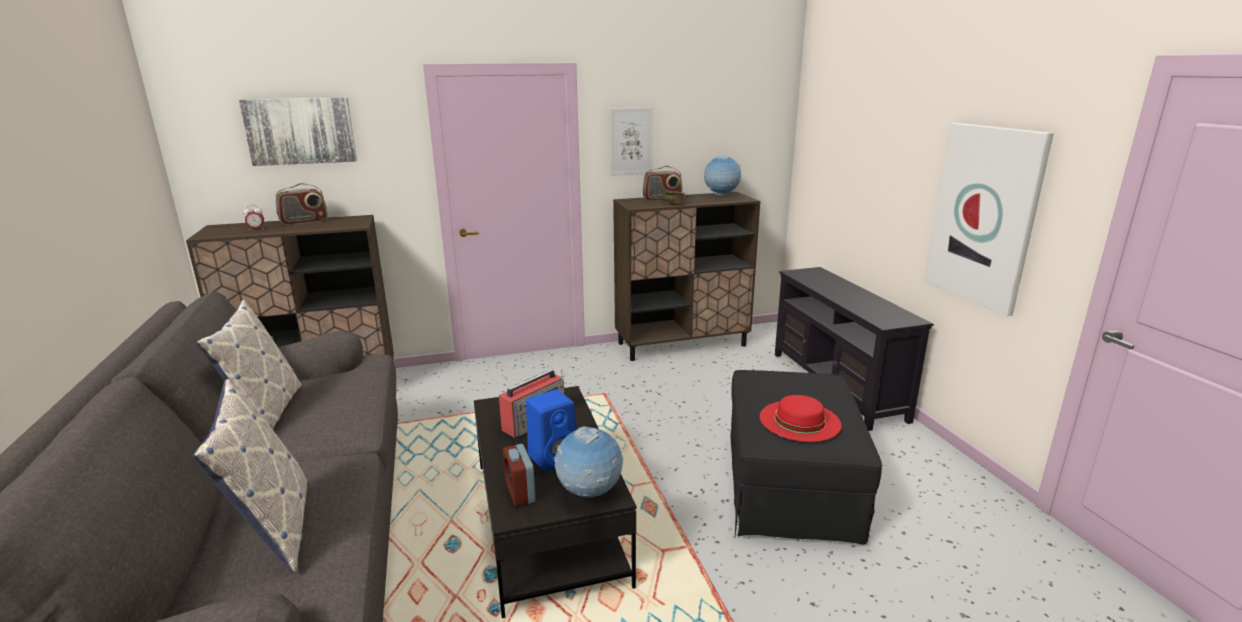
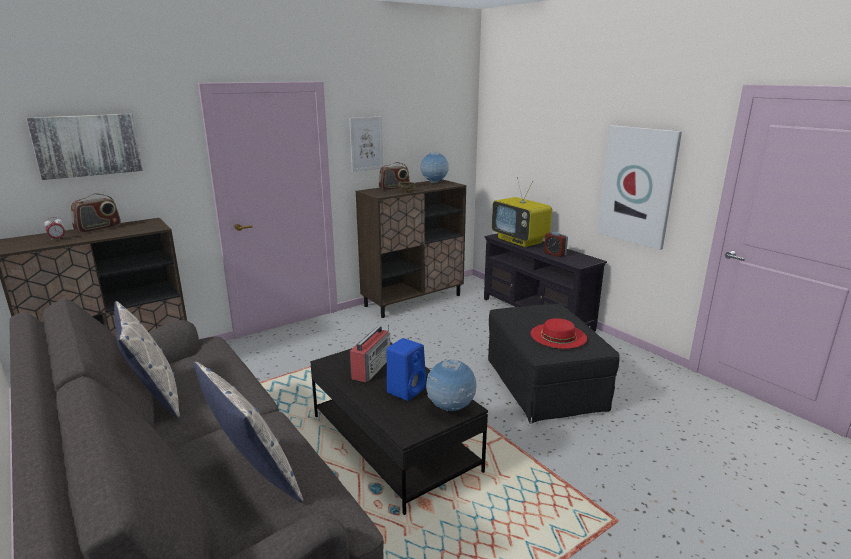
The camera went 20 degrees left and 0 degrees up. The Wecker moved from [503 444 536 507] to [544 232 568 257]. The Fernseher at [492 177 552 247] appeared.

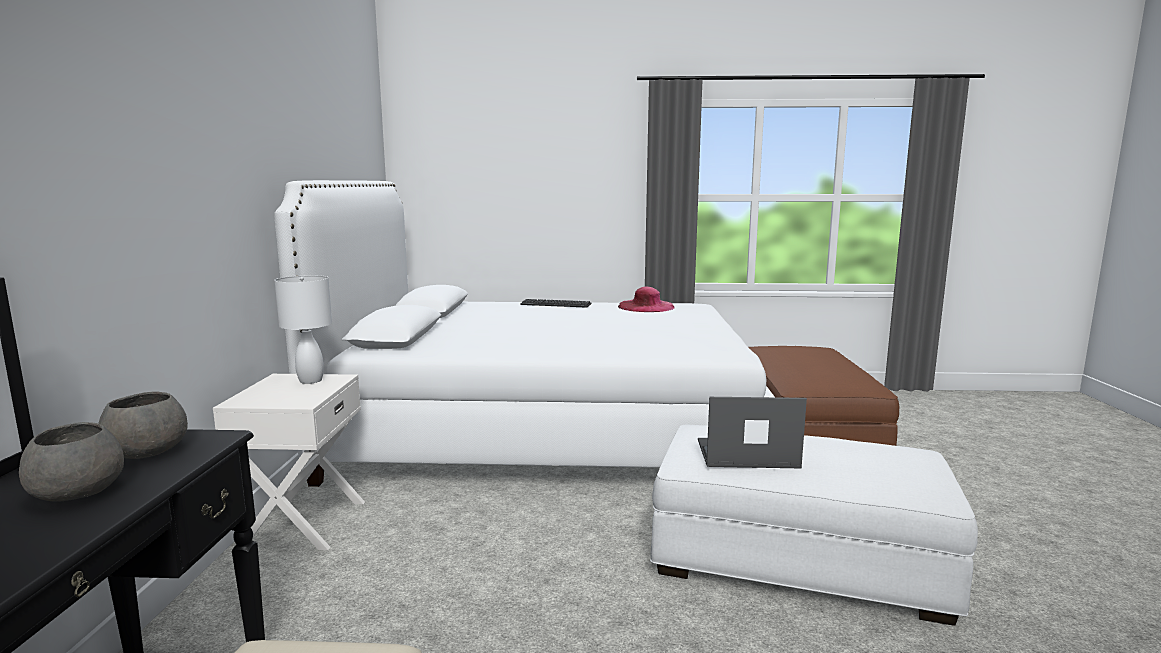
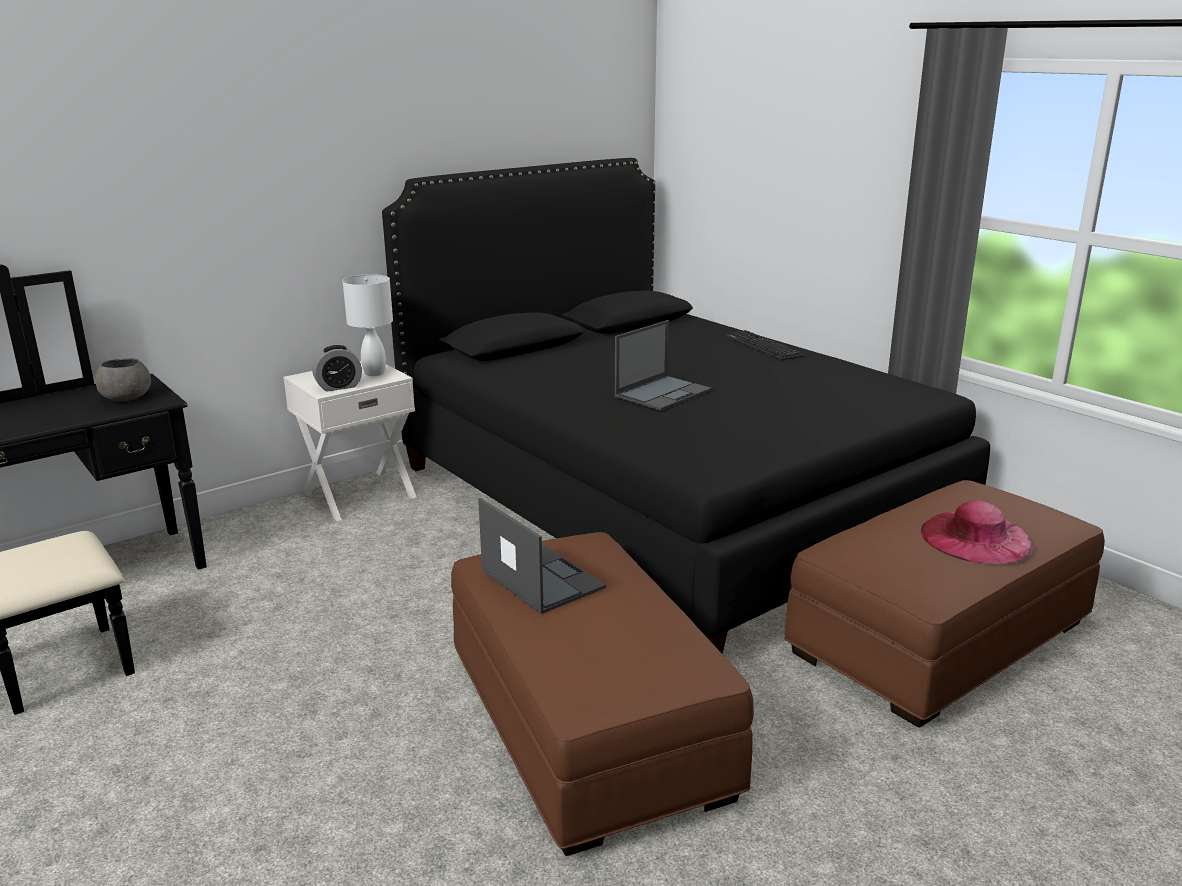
The camera went 50 degrees right and 10 degrees up. The Bett (weiß) at [274 180 775 487] became the Bett (schwarz) at [382 158 990 654]. The Hut (rosa) moved from [618 287 675 312] to [921 501 1033 564]. The Schüssel (grau) at [19 422 124 502] disappeared. The Polsterhocker (weiß) at [650 425 978 626] became the Polsterhocker (braun) at [451 532 754 856]. The Laptop at [615 320 712 411] appeared. The Wecker at [312 345 362 392] appeared.

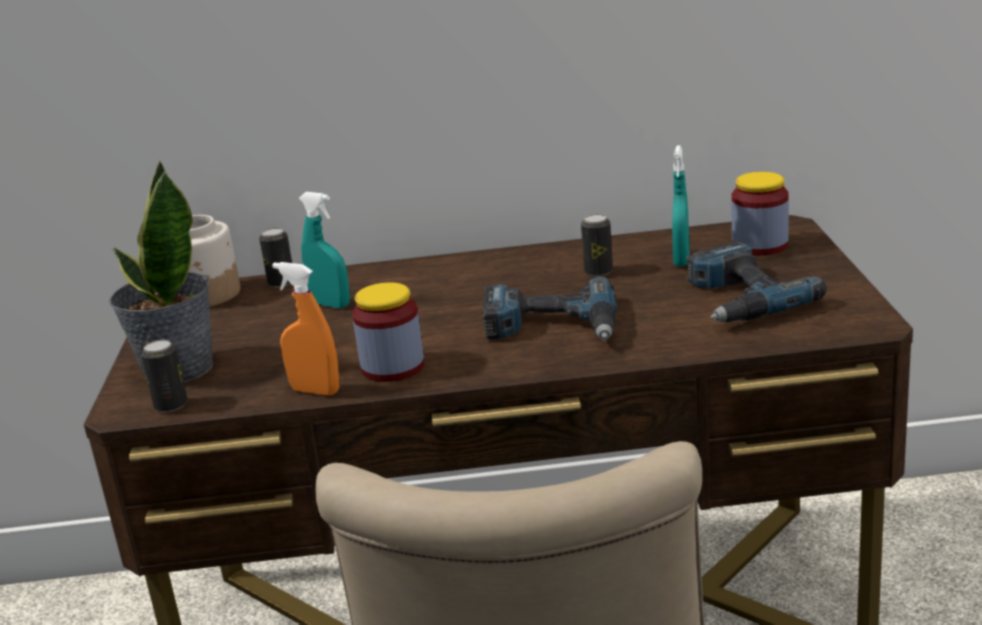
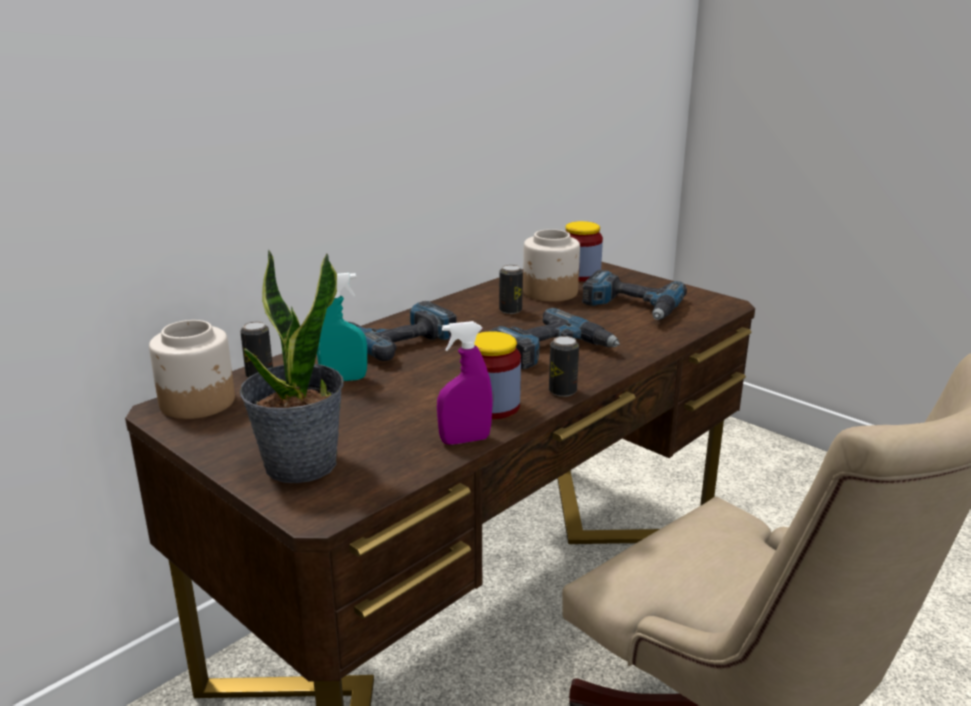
The camera went 45 degrees left and 0 degrees up. The Sprühflasche (türkis) at [672 145 690 266] was replaced by the Vorratsglas at [523 229 580 302]. The Sprühflasche (orange) at [272 262 340 395] became the Sprühflasche (lila) at [437 321 493 445]. The Dose moved from [141 340 188 412] to [549 336 579 397]. The Bohrmaschine at [346 301 456 361] appeared.

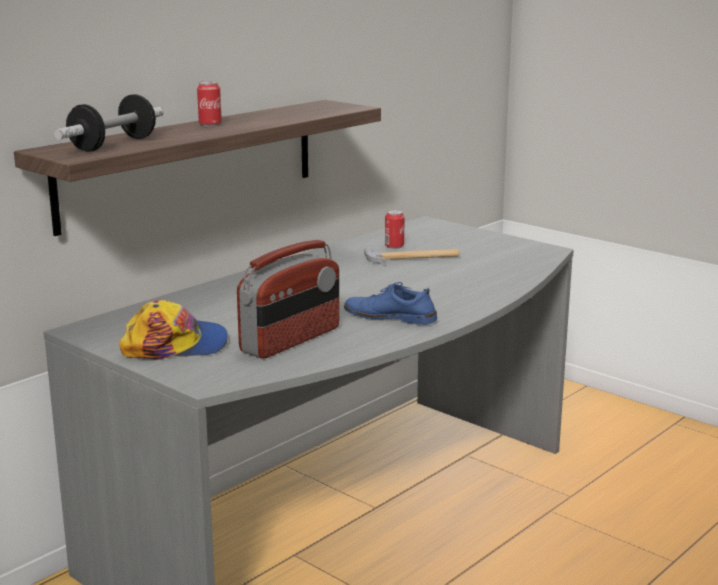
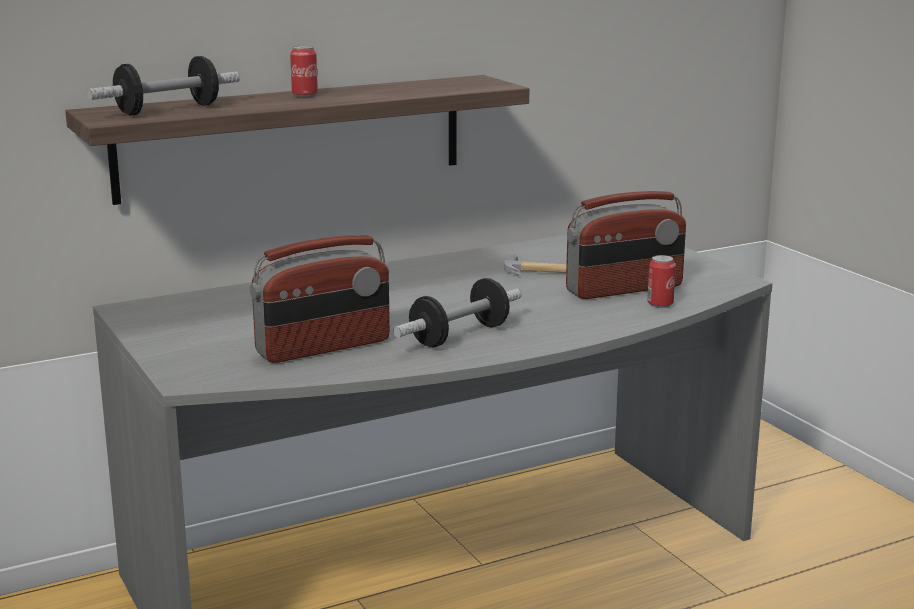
The camera went 20 degrees right and 0 degrees up. The Dose moved from [385 210 405 249] to [647 255 676 308]. The Schuh (blau) at [344 282 437 325] was replaced by the Hantel at [393 278 521 348]. The Kappe at [119 299 228 360] disappeared. The Radio at [566 191 686 299] appeared.

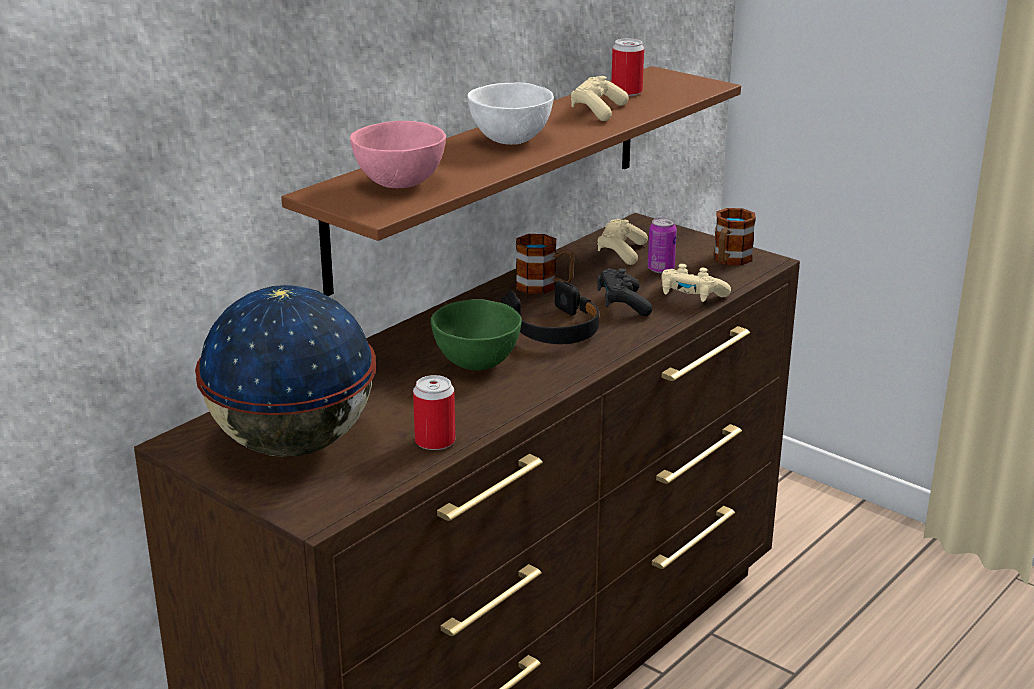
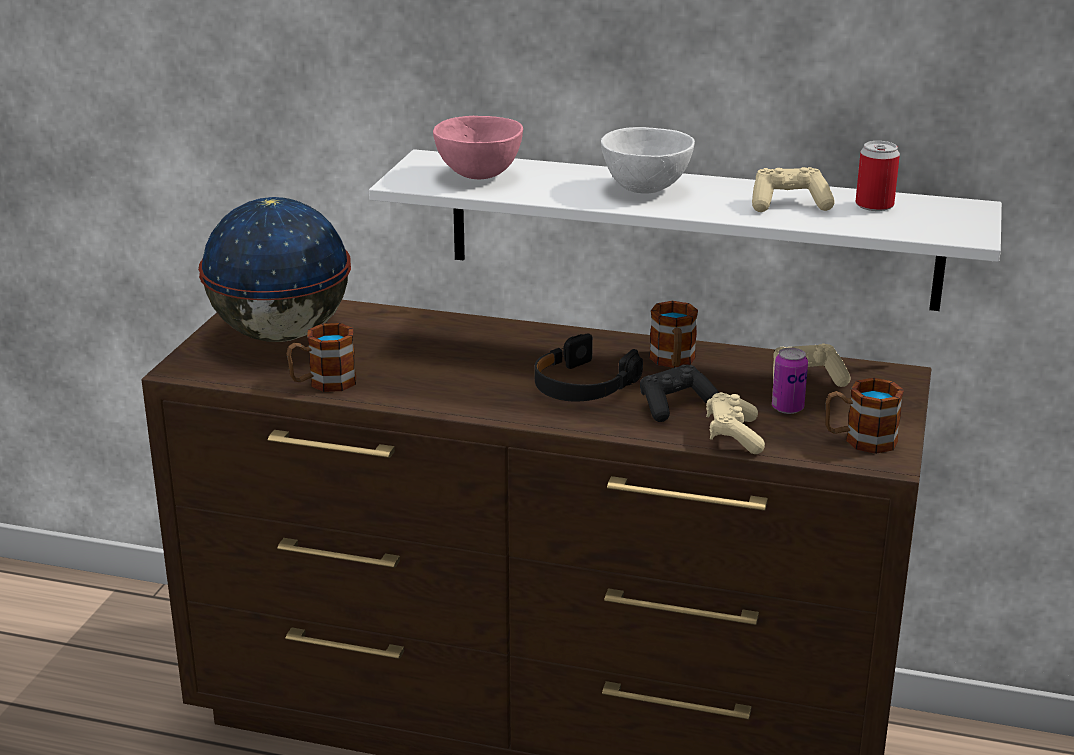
The camera went 65 degrees right and 0 degrees up. The Wandregal (braun) at [281 66 741 296] became the Wandregal (weiß) at [369 149 1002 311]. The Schüssel (grün) at [431 299 522 370] disappeared. The Dose at [413 375 455 450] was replaced by the Henkelbecher at [286 323 356 392].

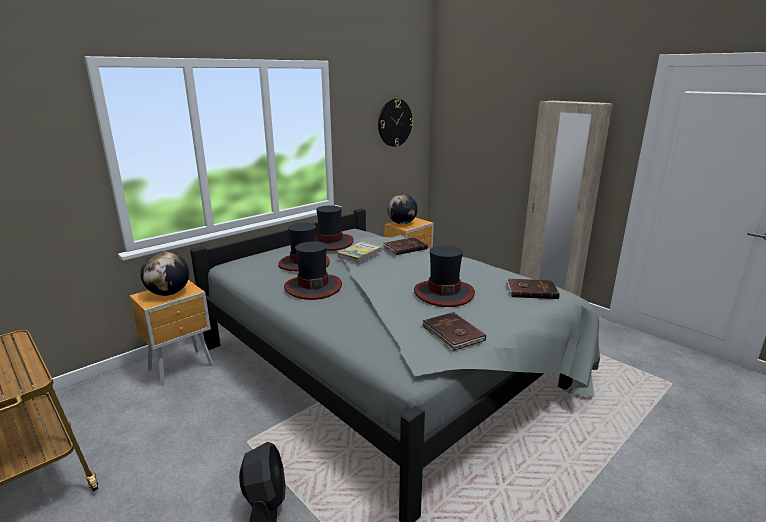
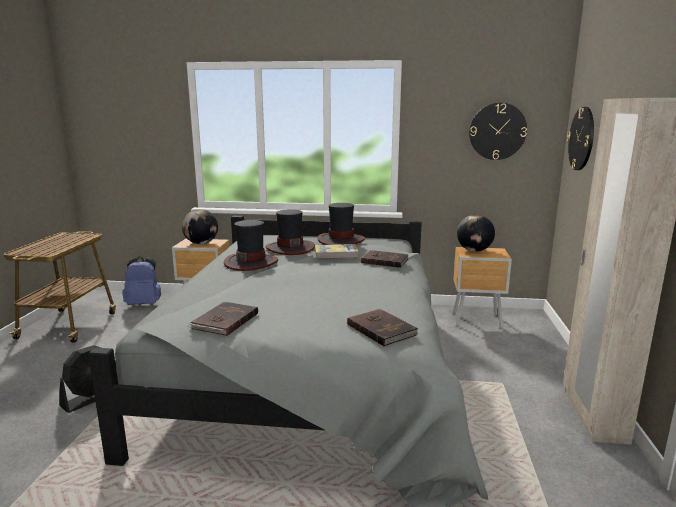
The camera went 50 degrees right and 5 degrees down. The Hut at [414 245 475 307] disappeared. The Wanduhr at [567 107 594 170] appeared. The Rucksack (blau) at [122 256 161 305] appeared.

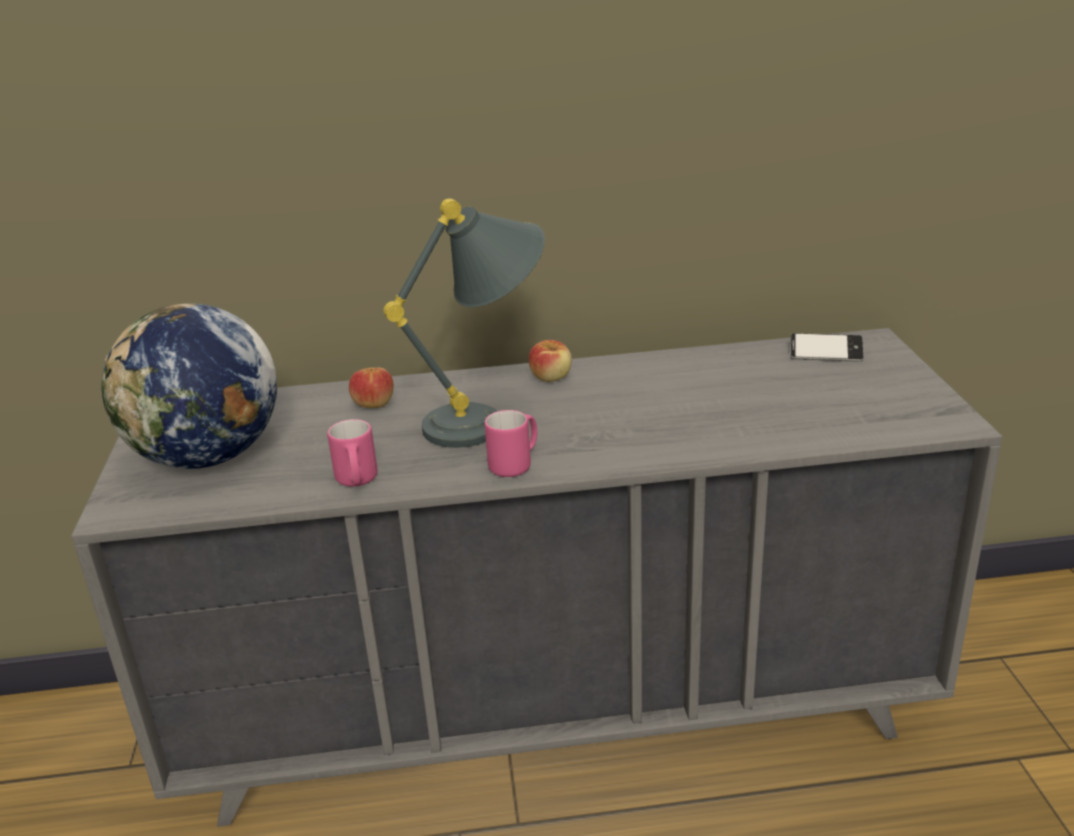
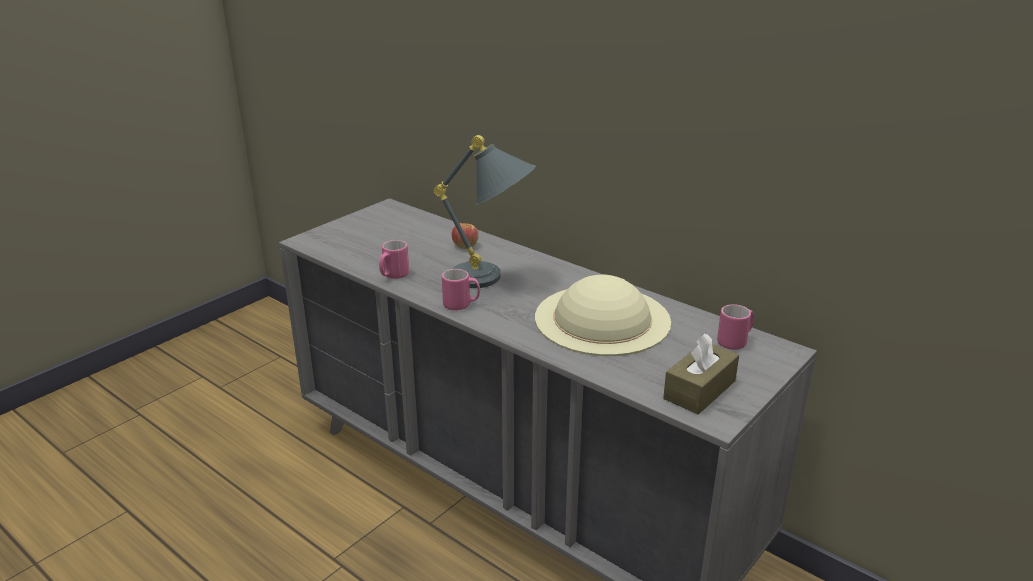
The camera went 45 degrees right and 0 degrees up. The Globus at [102 304 277 469] disappeared. The Handy at [790 333 864 362] was replaced by the Henkelbecher (rosa) at [717 304 754 350]. The Apfel at [529 340 572 382] disappeared. The Hut (beige) at [535 275 671 356] appeared. The Taschentuchbox (braun) at [663 333 739 414] appeared.

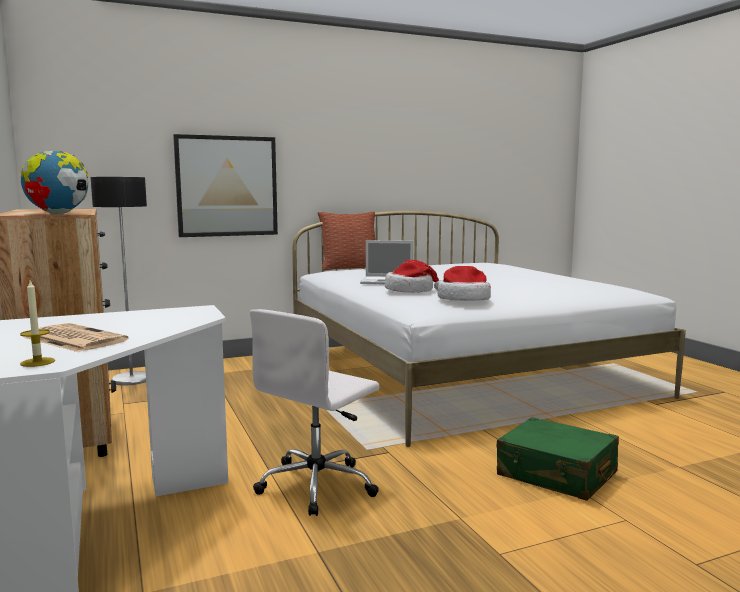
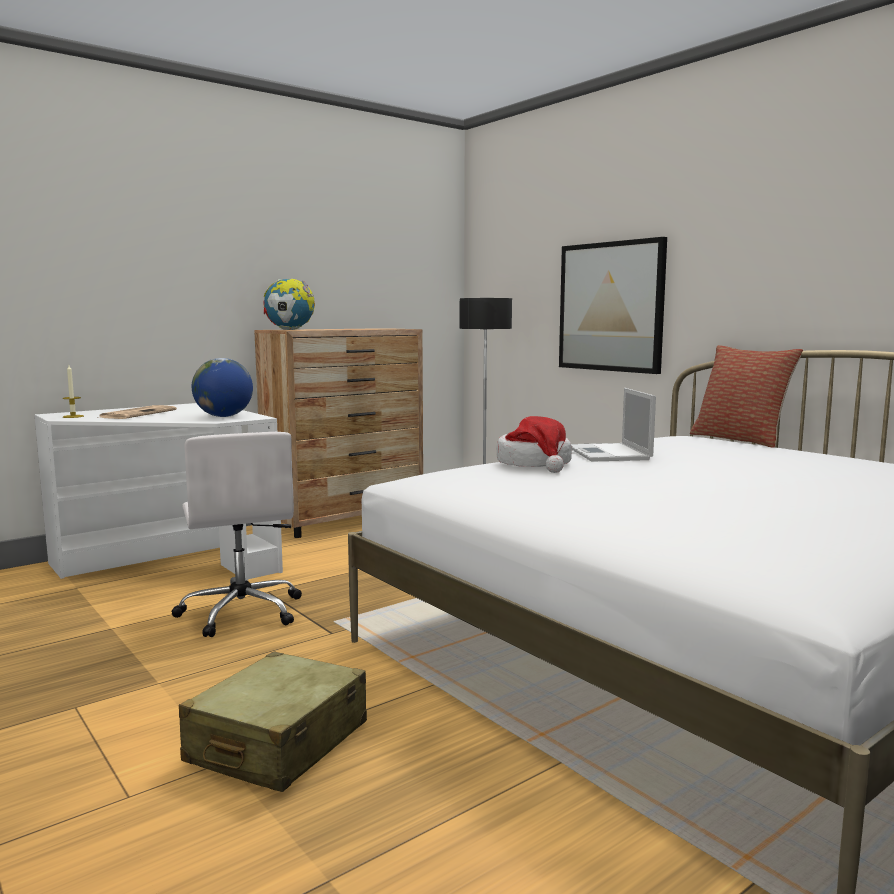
The camera went 75 degrees right and 0 degrees up. The Hut at [437 266 491 301] disappeared. The Bürostuhl (weiß) at [250 309 379 516] turned 135 degrees counterclockwise. The Koffer (grün) at [497 417 619 501] became the Koffer (beige) at [179 652 367 792]. The Globus at [192 358 253 417] appeared.

